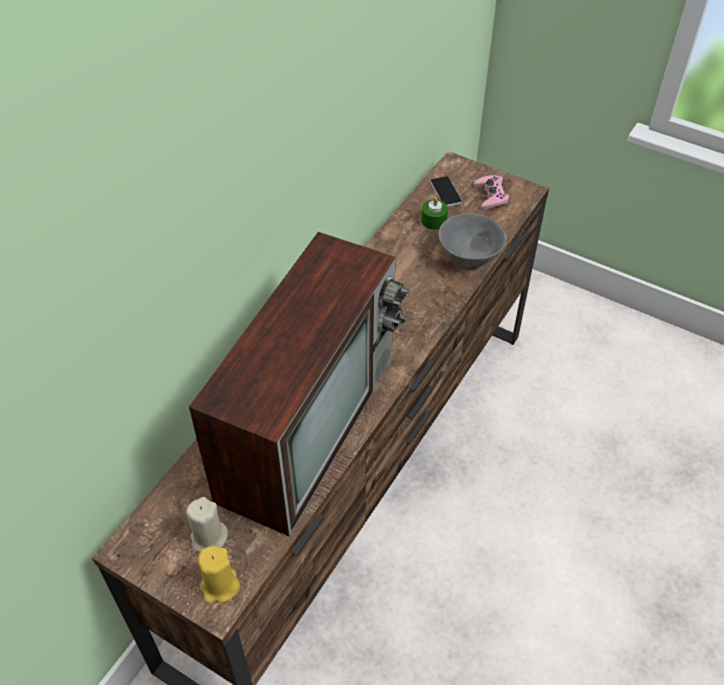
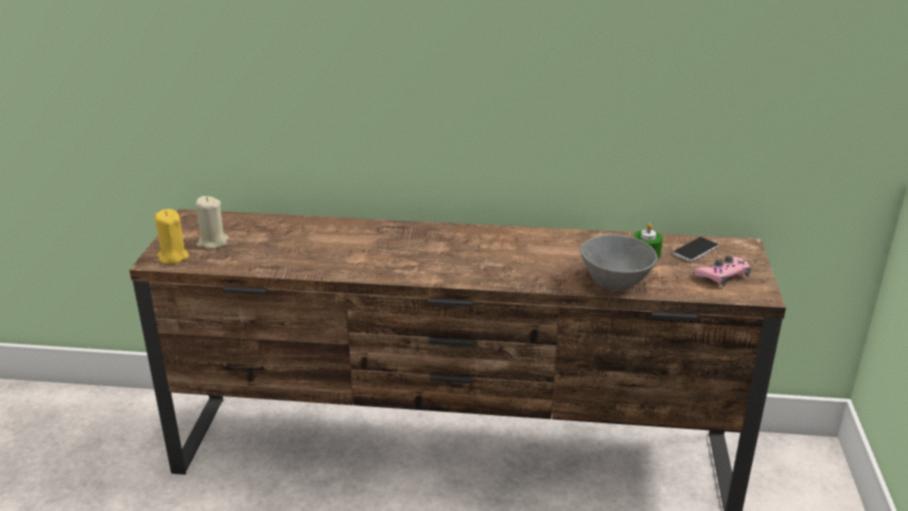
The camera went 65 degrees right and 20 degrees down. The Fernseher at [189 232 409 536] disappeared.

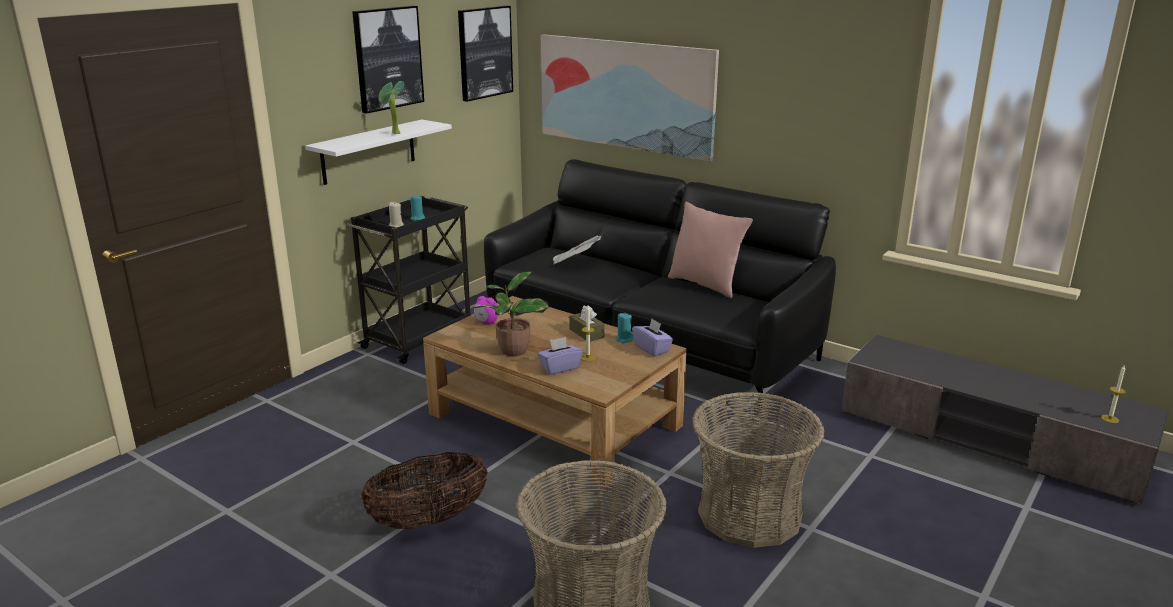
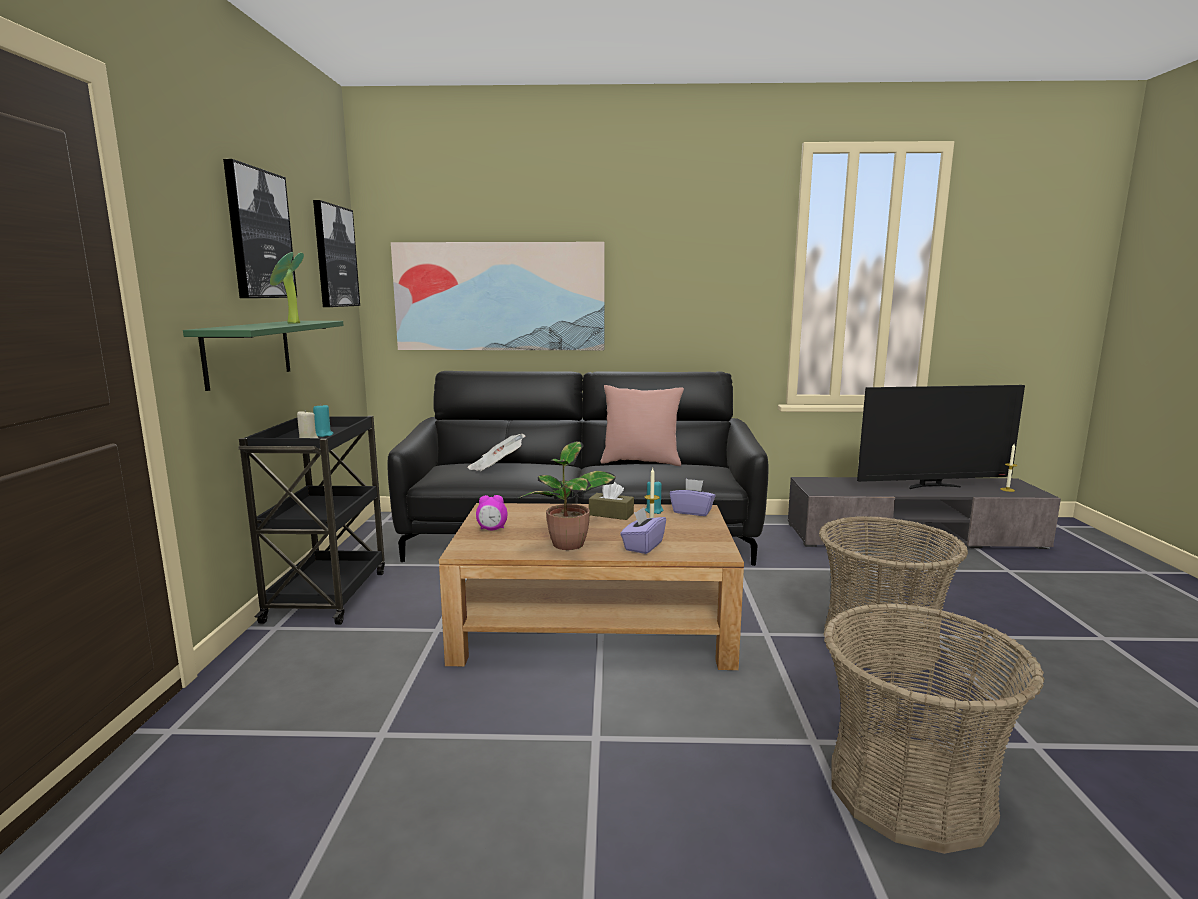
The camera went 35 degrees left and 10 degrees down. The Wandregal (weiß) at [305 119 452 185] became the Wandregal (grün) at [183 321 344 391]. The Korb at [361 452 488 529] disappeared. The Fernseher at [857 385 1025 489] appeared.

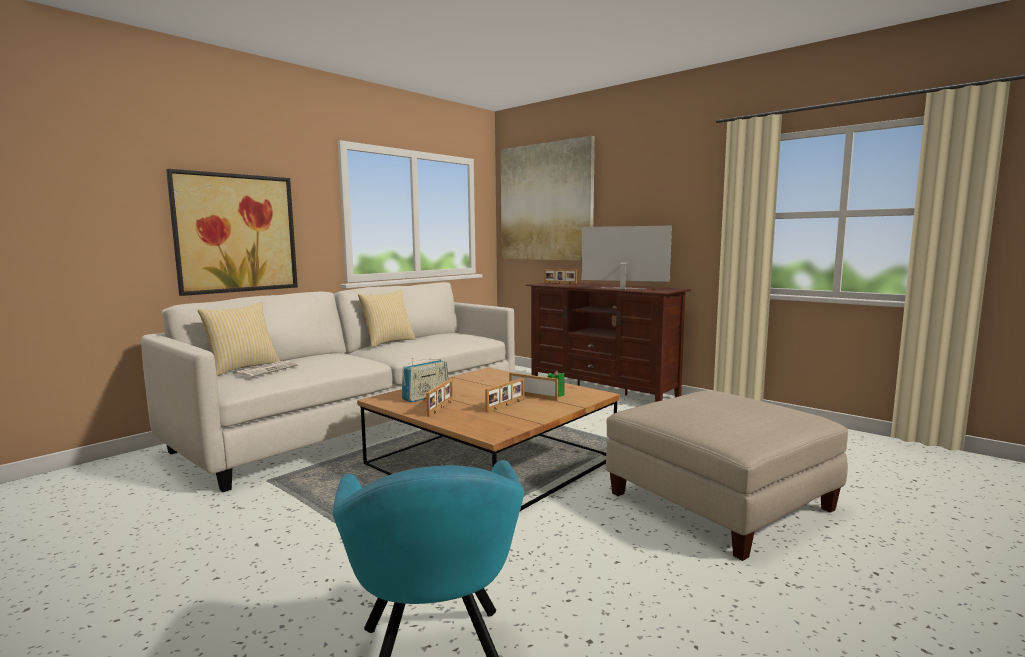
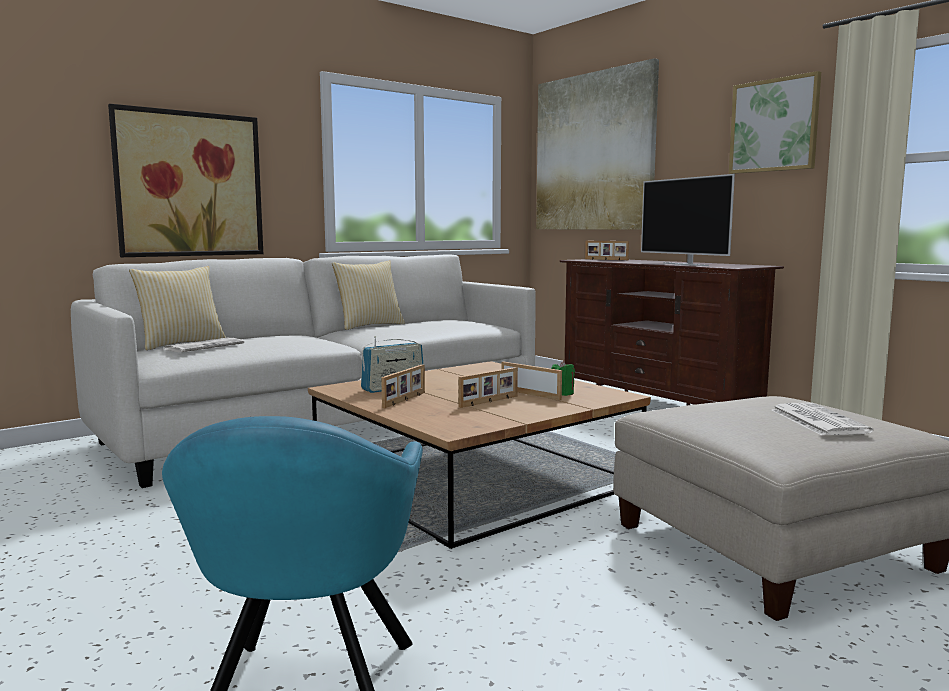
The camera went 10 degrees right and 0 degrees up. The Fernseher at [581 226 672 289] turned 150 degrees counterclockwise. The Bild at [729 71 821 174] appeared. The Zeitung at [771 403 874 435] appeared.

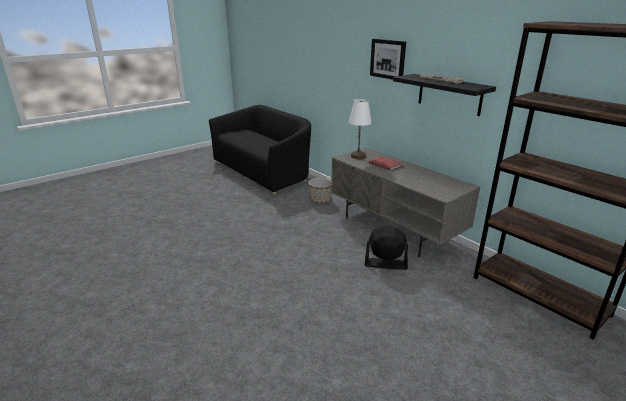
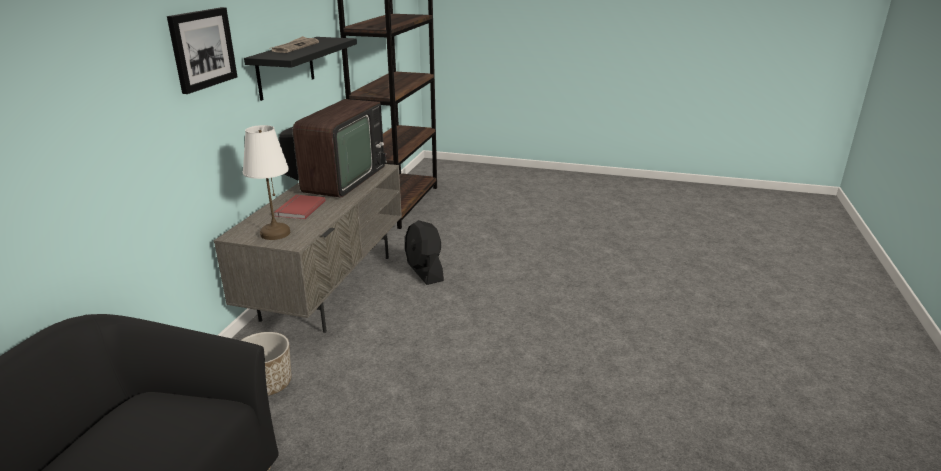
The camera went 125 degrees left and 0 degrees up. The Fernseher at [279 99 387 198] appeared.

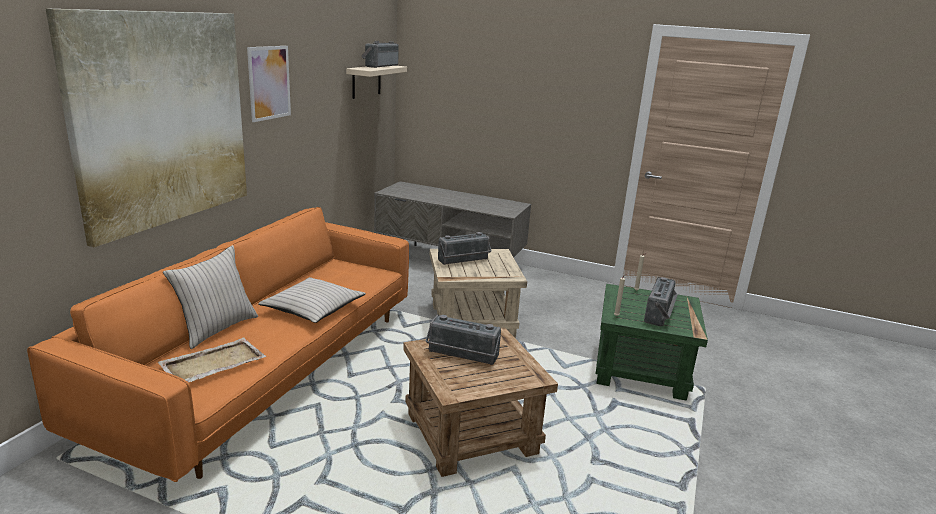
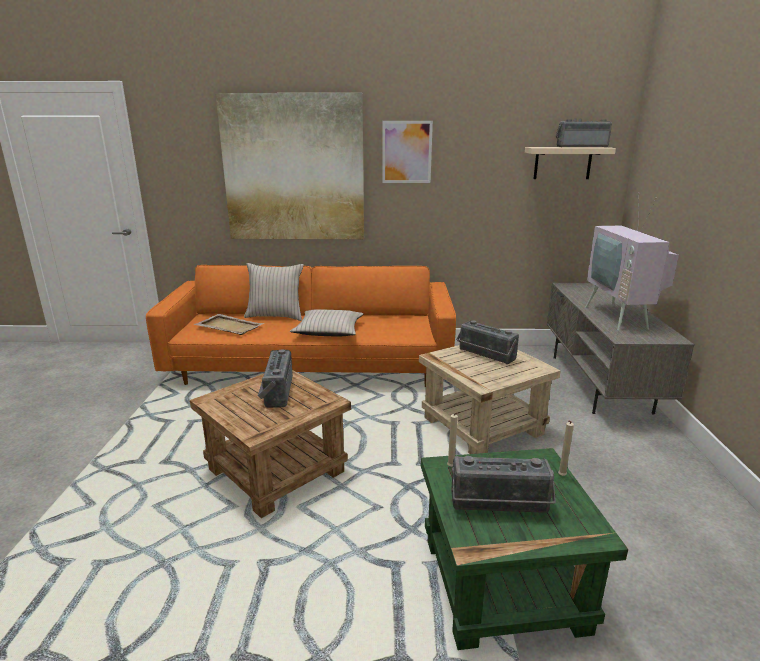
The camera went 70 degrees right and 0 degrees up. The Fernseher at [585 192 679 331] appeared.

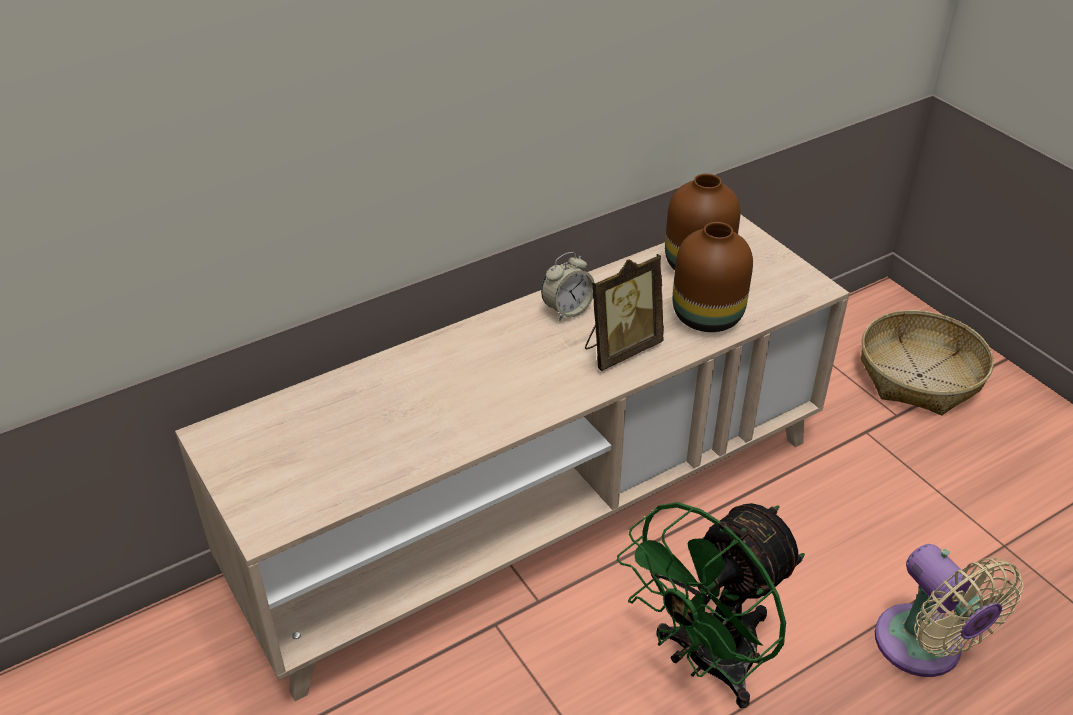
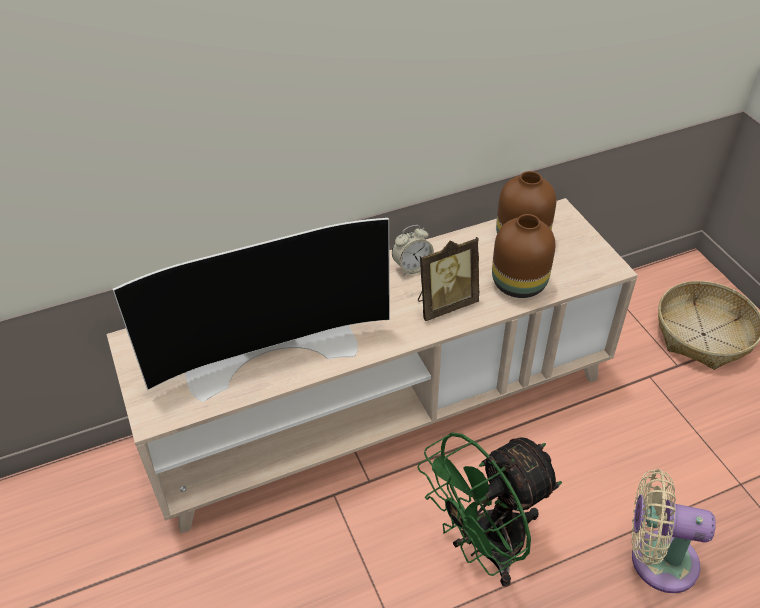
The camera went 10 degrees right and 5 degrees up. The Ventilator (beige) at [875 544 1024 677] turned 120 degrees clockwise. The Fernseher at [113 218 390 402] appeared.

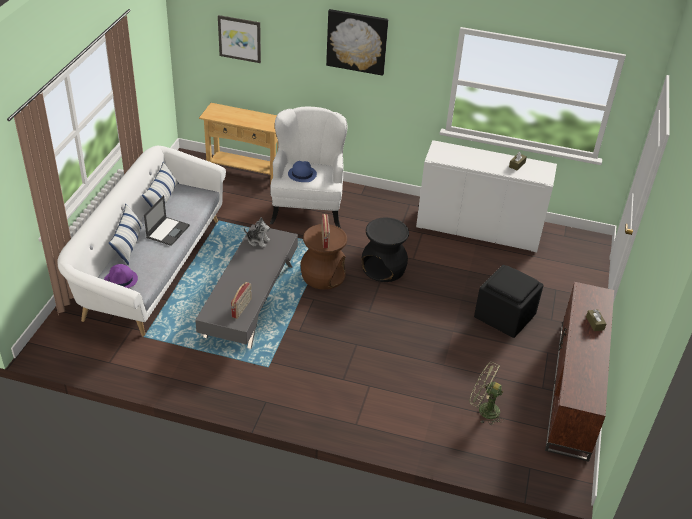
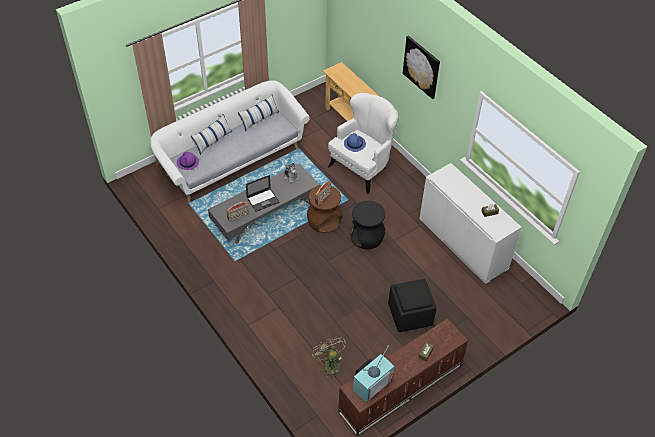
The camera went 40 degrees right and 10 degrees up. The Bild at [218 15 261 63] disappeared. The Laptop moved from [144 195 190 246] to [246 175 279 212]. The Fernseher at [353 345 395 403] appeared.

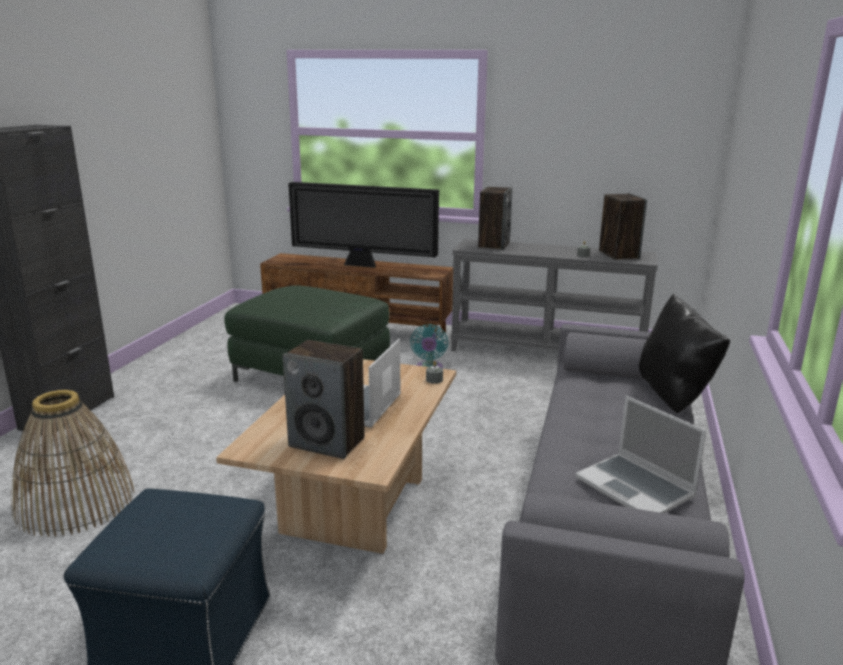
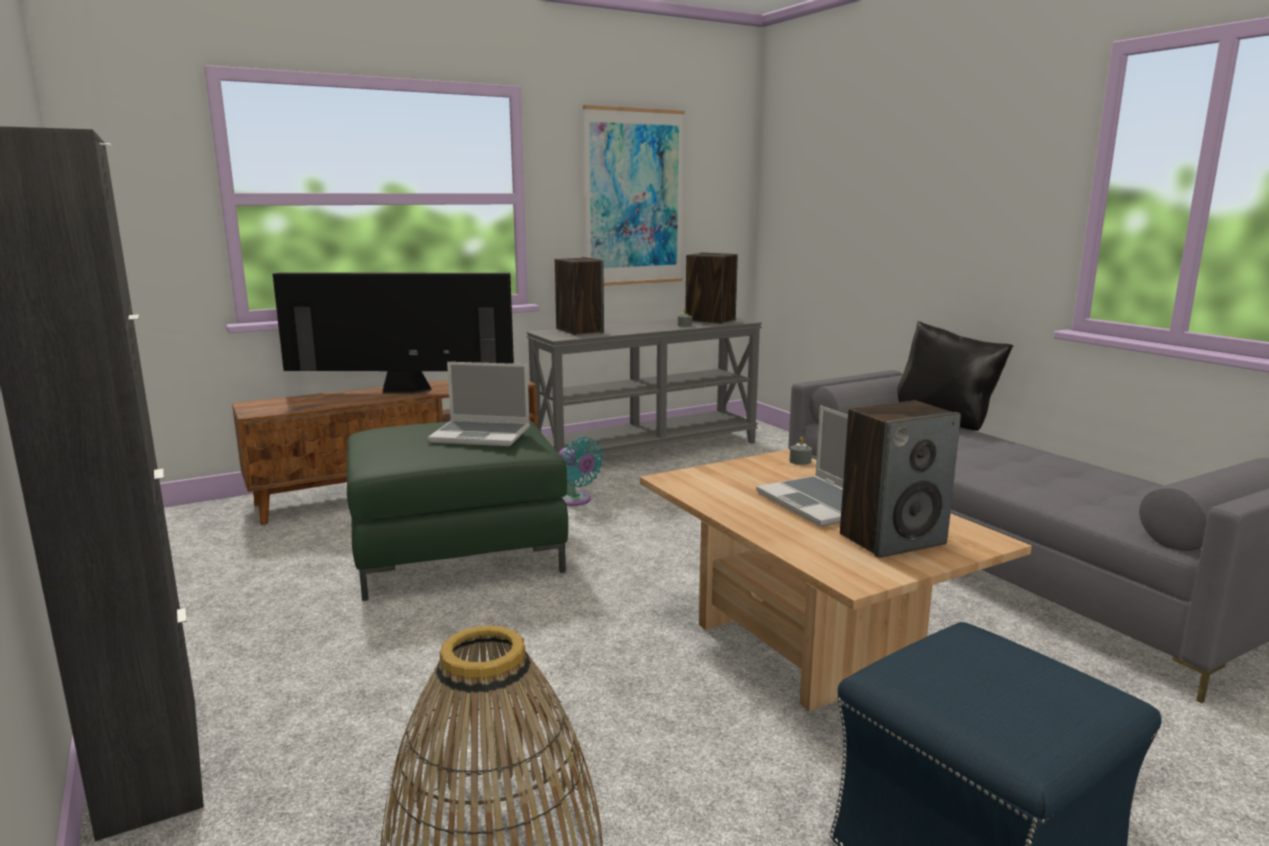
The camera went 45 degrees left and 5 degrees down. The Fernseher at [288 182 439 268] turned 150 degrees counterclockwise. The Laptop moved from [575 396 706 513] to [428 362 530 446]. The Bild at [583 105 685 286] appeared.

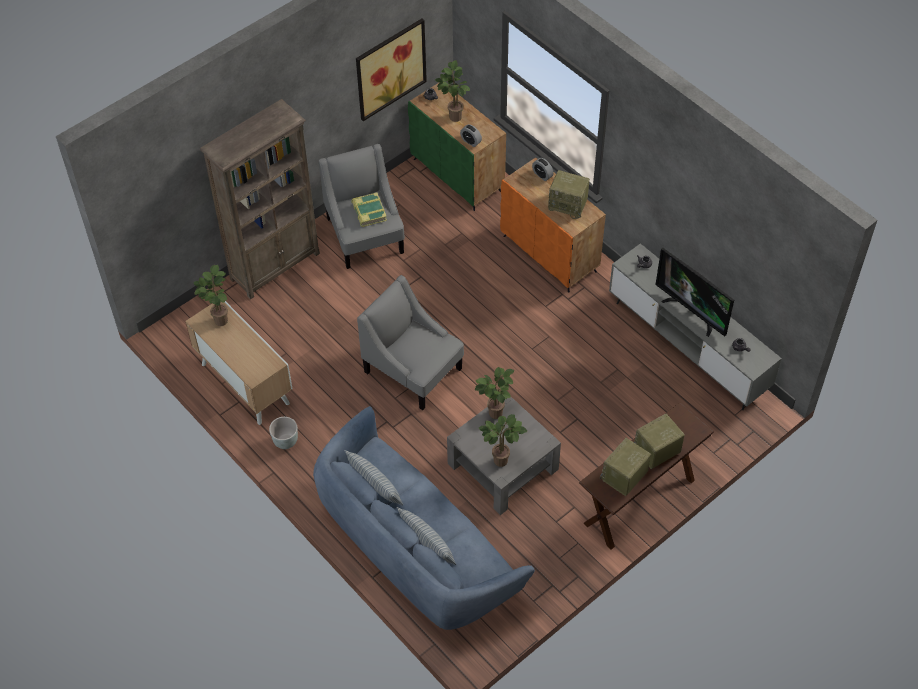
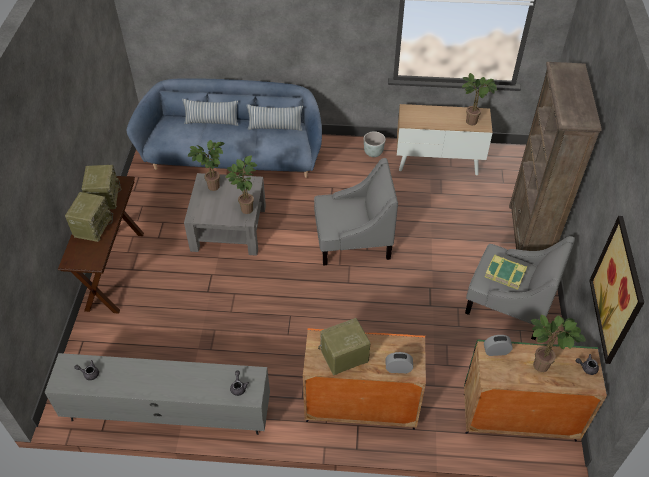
The camera went 135 degrees right and 5 degrees down. The Fernseher at [655 248 734 337] disappeared.

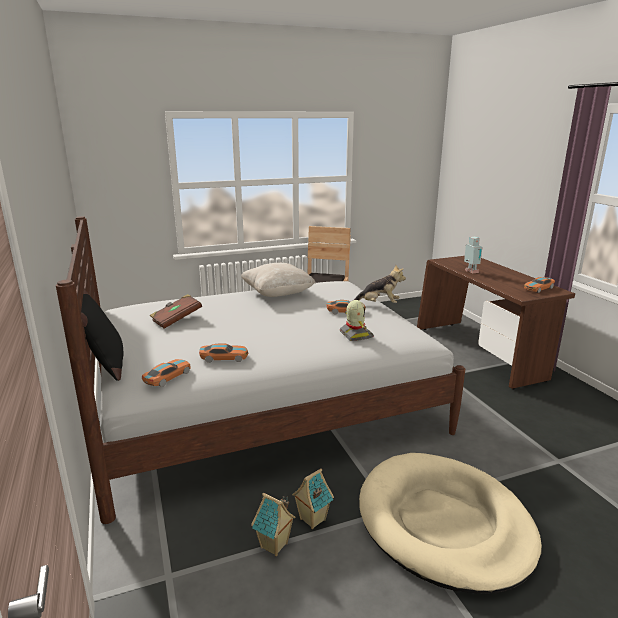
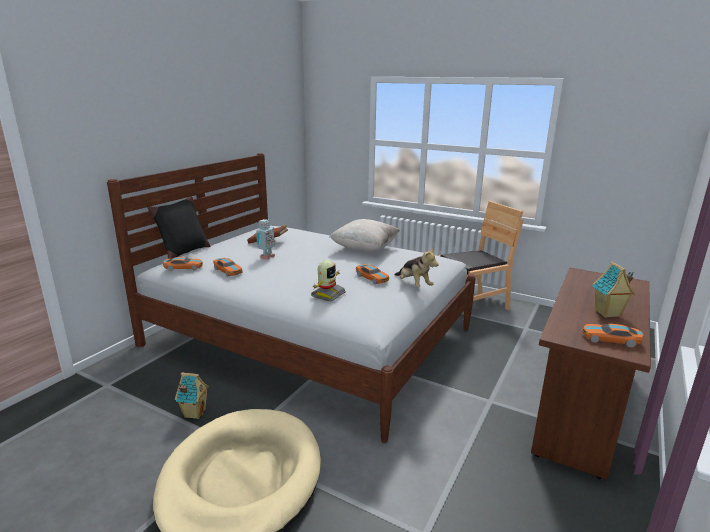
The camera went 50 degrees right and 0 degrees up. The Spielzeugroboter moved from [464 237 482 273] to [256 219 275 260]. The Spielzeughaus moved from [251 493 296 556] to [592 262 635 318].

